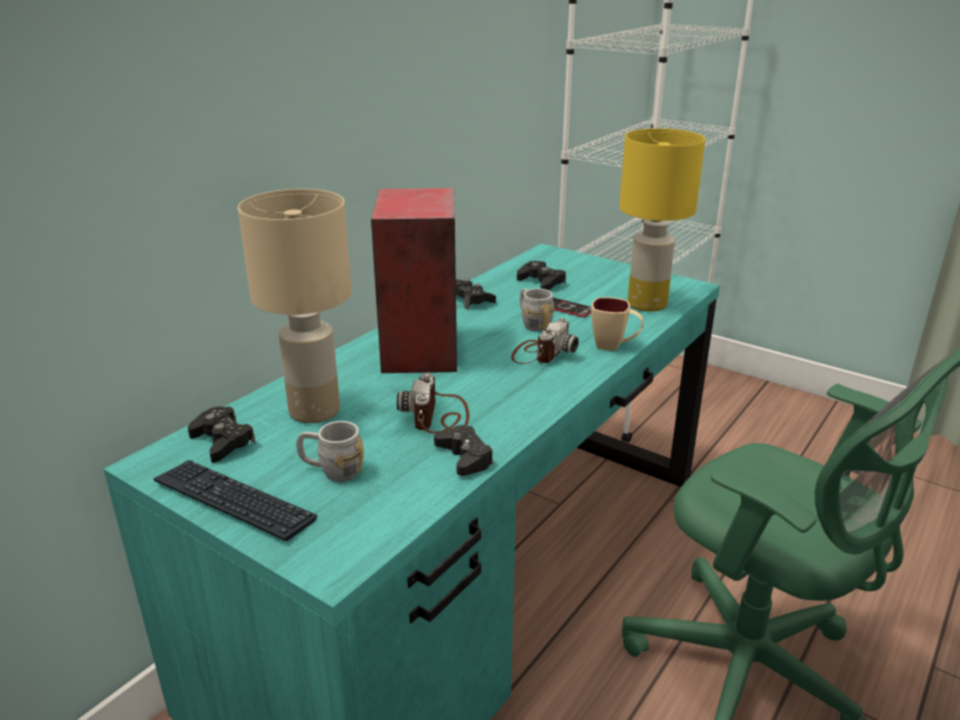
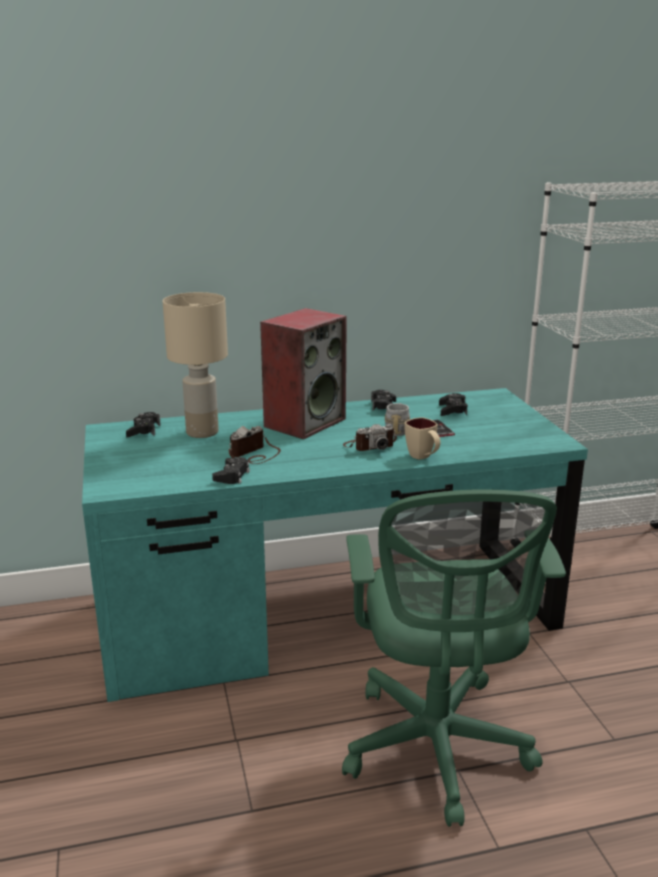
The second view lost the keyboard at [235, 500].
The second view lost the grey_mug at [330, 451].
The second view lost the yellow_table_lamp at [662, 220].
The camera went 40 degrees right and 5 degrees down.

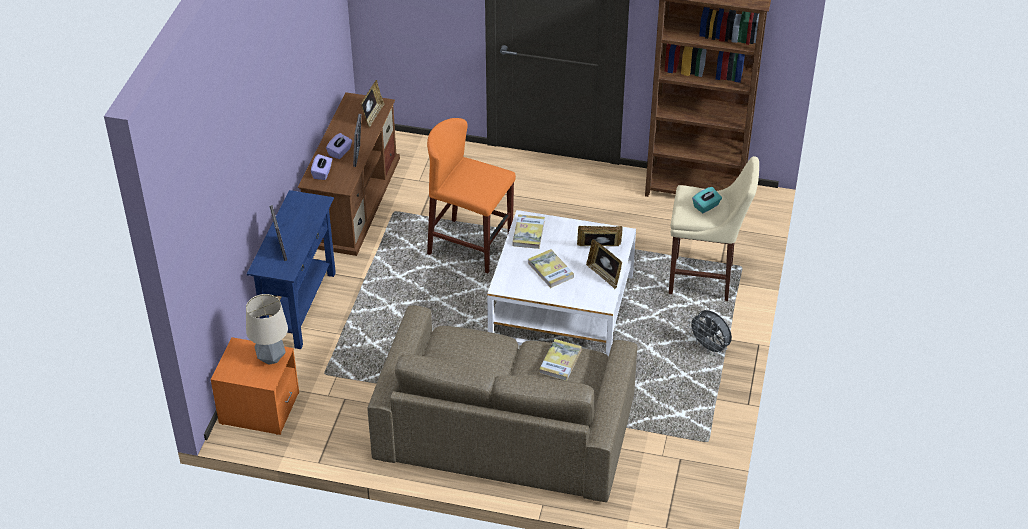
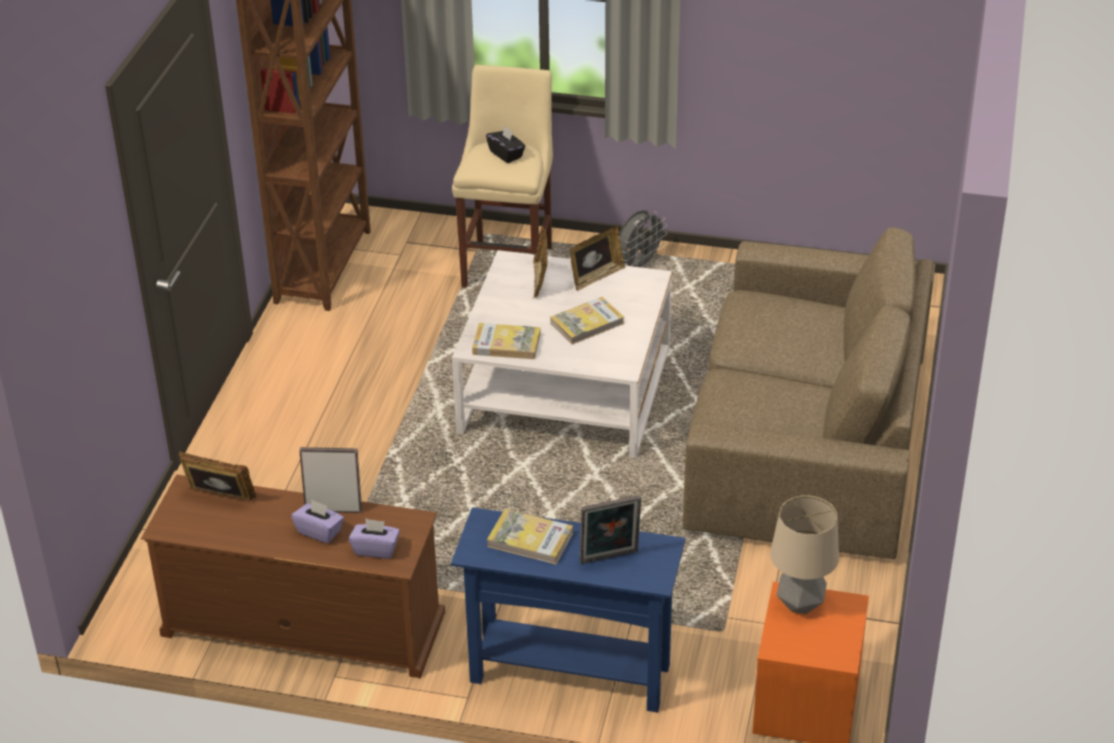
The second view lost the orange_stool at [471, 195].
The book ended up elsewhere, having gone from [560, 360] to [530, 536].
What was the turquoise_tissue_box at [707, 200] turned into the black_tissue_box at [506, 144].
The camera went 90 degrees left and 5 degrees down.

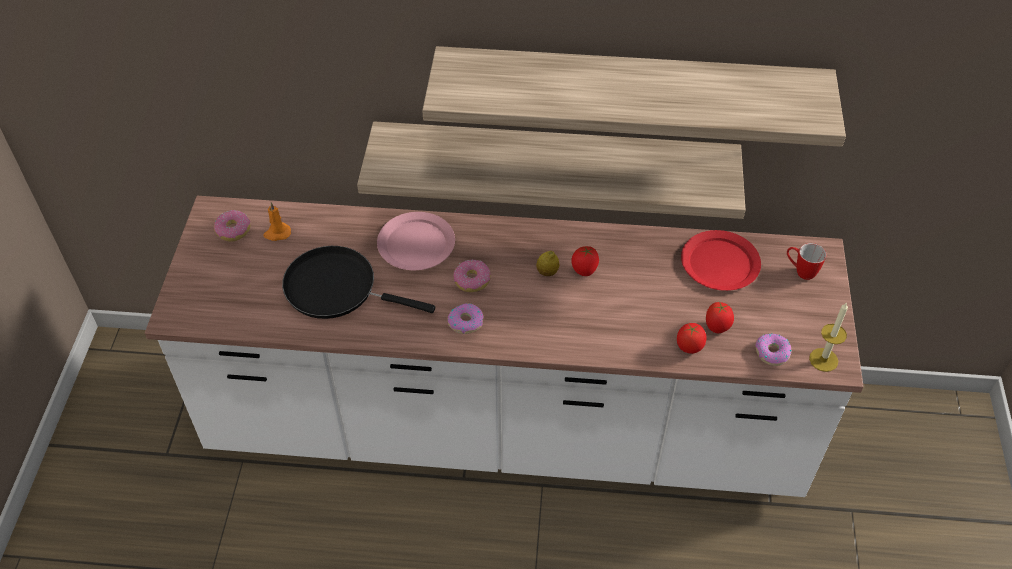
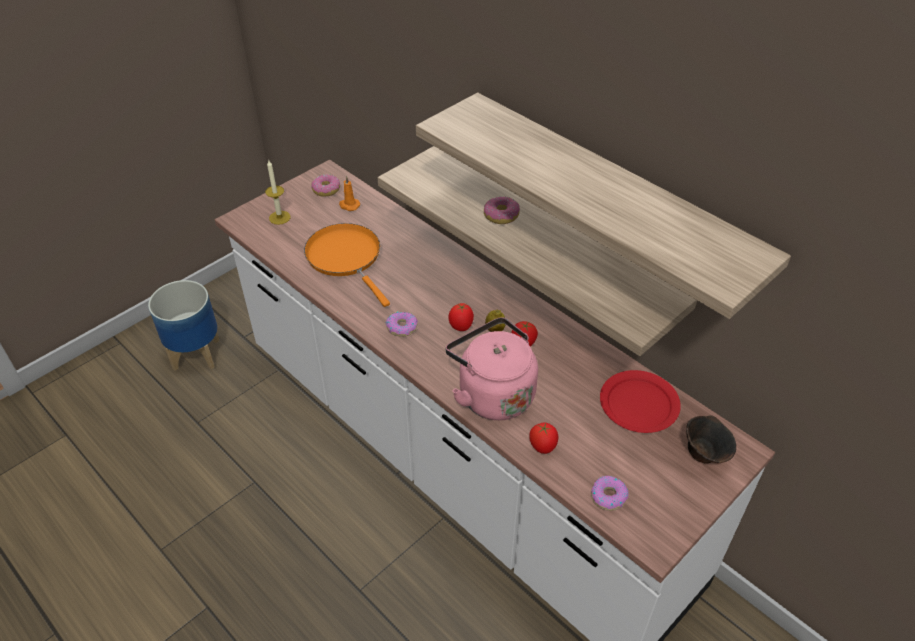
The second view lost the pink_plate at [416, 241].
The second view gained the planter at [184, 325].
The second view gained the pink_kettle at [492, 368].
The donut ended up elsewhere, having gone from [471, 276] to [502, 210].
The tomato ended up elsewhere, having gone from [720, 317] to [461, 317].
The candle ended up elsewhere, having gone from [828, 337] to [278, 192].
Where the mug stood at [807, 261], the brown_bowl came to stand at [711, 439].
What was the black_frying_pan at [358, 282] turned into the orange_frying_pan at [347, 265].
The camera went 40 degrees right and 5 degrees down.

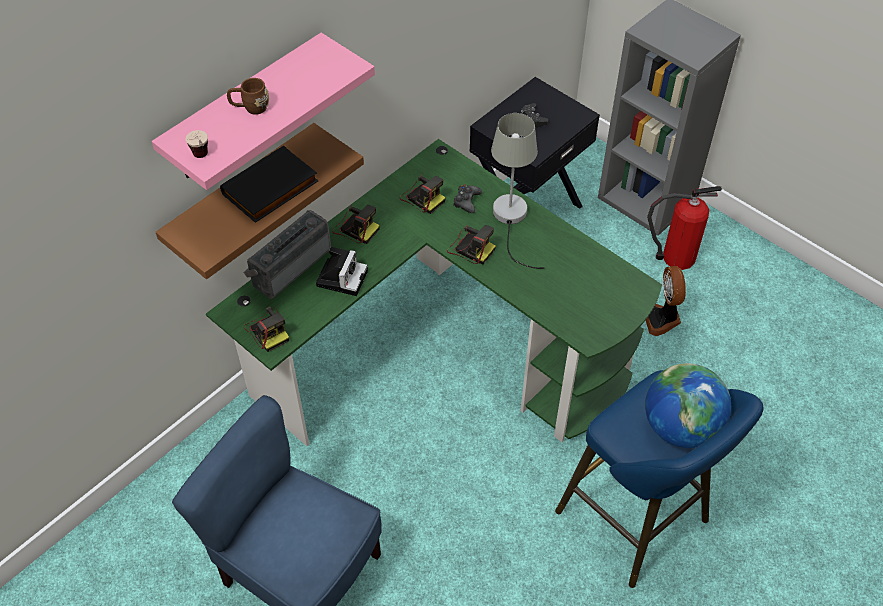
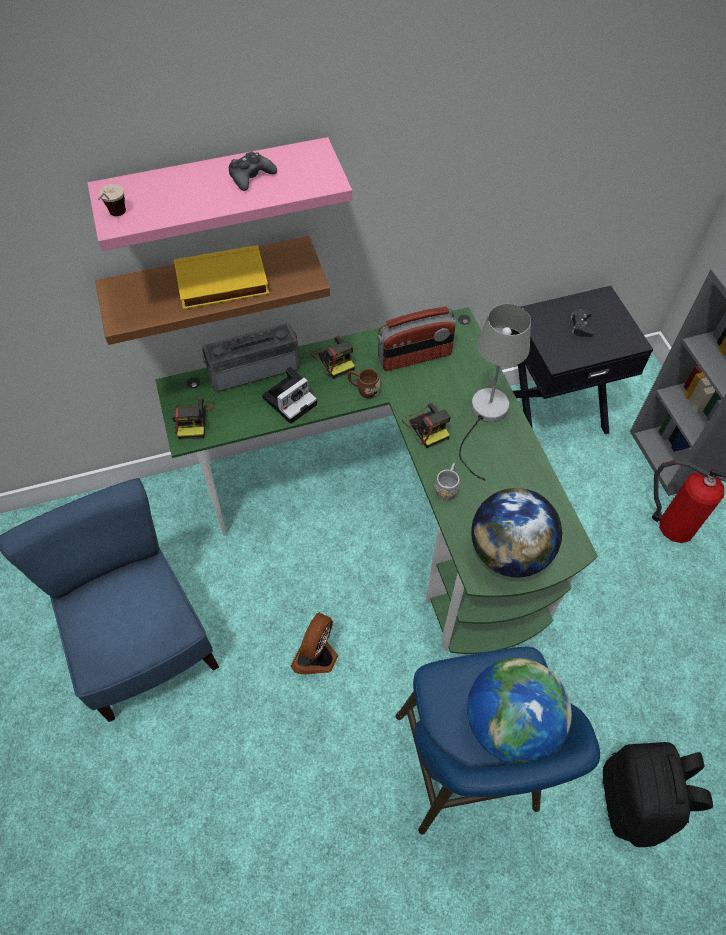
The second view gained the grey_mug at [447, 482].
The second view gained the globe at [516, 532].
The second view gained the black_backpack at [658, 794].
The brown_mug ended up elsewhere, having gone from [248, 96] to [364, 383].
The black_game_controller ended up elsewhere, having gone from [467, 198] to [253, 171].
The fan ended up elsewhere, having gone from [666, 301] to [314, 644].
Where the photo_camera stood at [422, 194], the radio came to stand at [416, 339].
What was the black_book at [269, 184] turned into the yellow_book at [221, 277].
The camera went 30 degrees right and 5 degrees up.

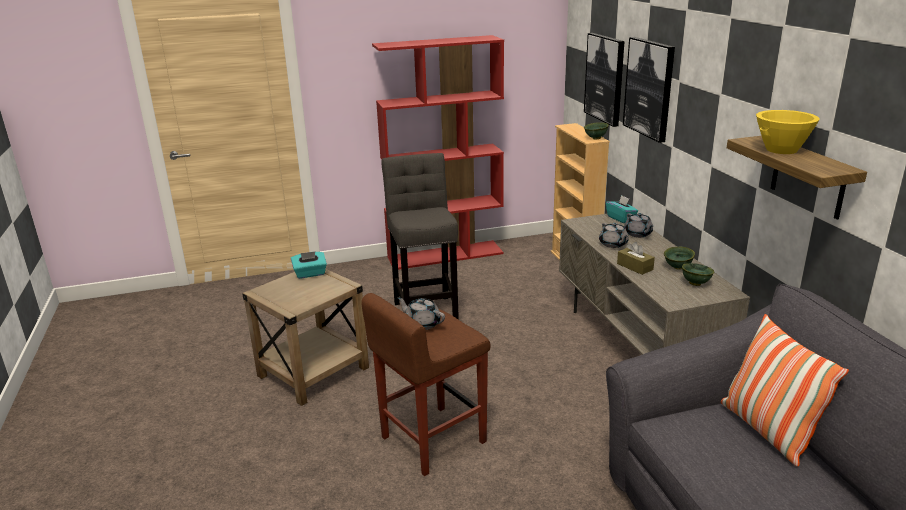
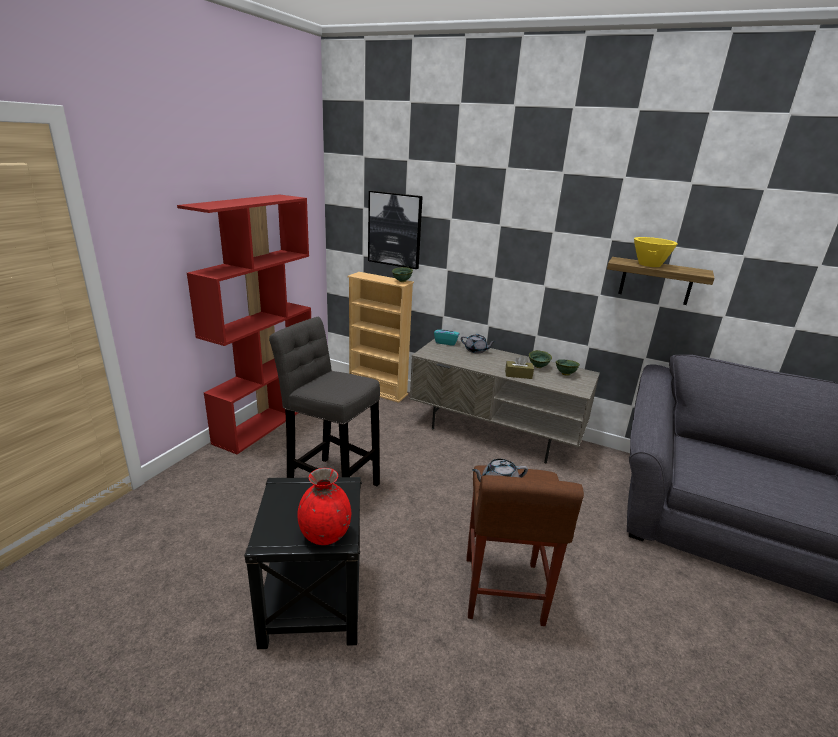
The second view lost the turquoise_tissue_box at [309, 265].
The second view lost the grey_teapot at [614, 235].
The second view lost the picture at [649, 90].
The second view lost the pillow at [785, 390].
The second view gained the red_vase at [324, 506].
What was the beige_side_table at [305, 337] turned into the black_side_table at [303, 563].
The camera went 50 degrees left and 0 degrees up.

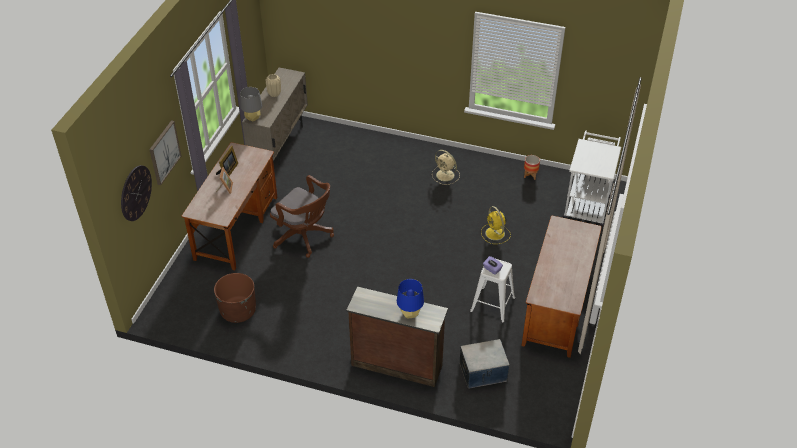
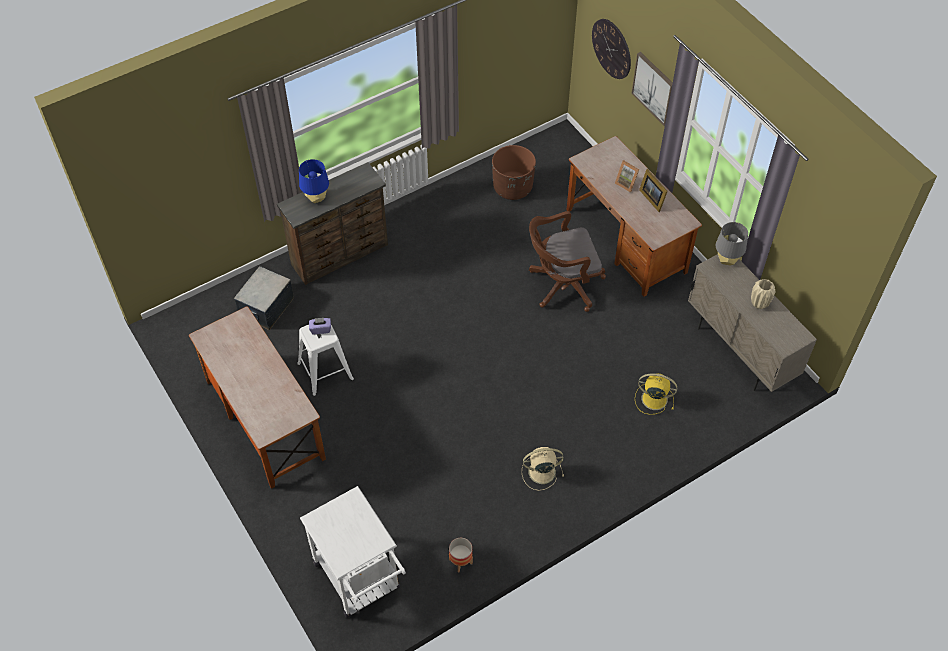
The yellow_fan ended up elsewhere, having gone from [496, 225] to [656, 394].
The camera went 130 degrees right and 10 degrees up.

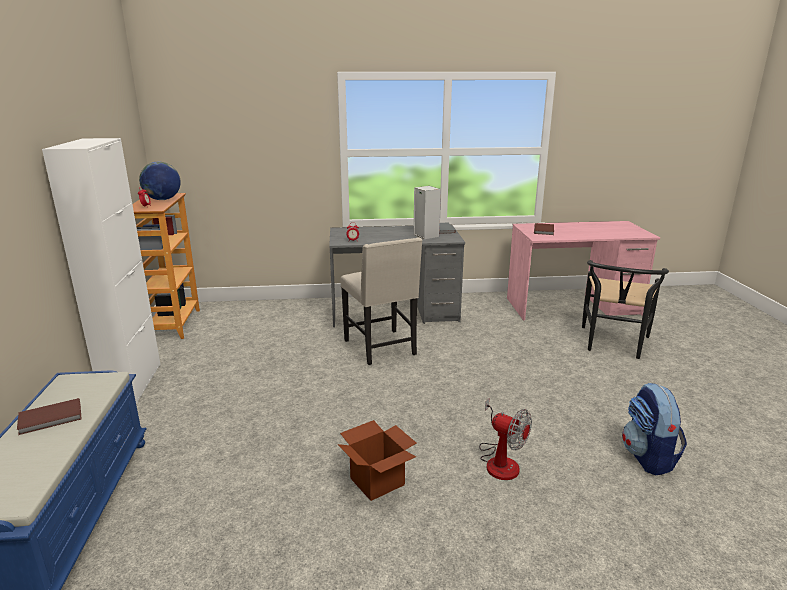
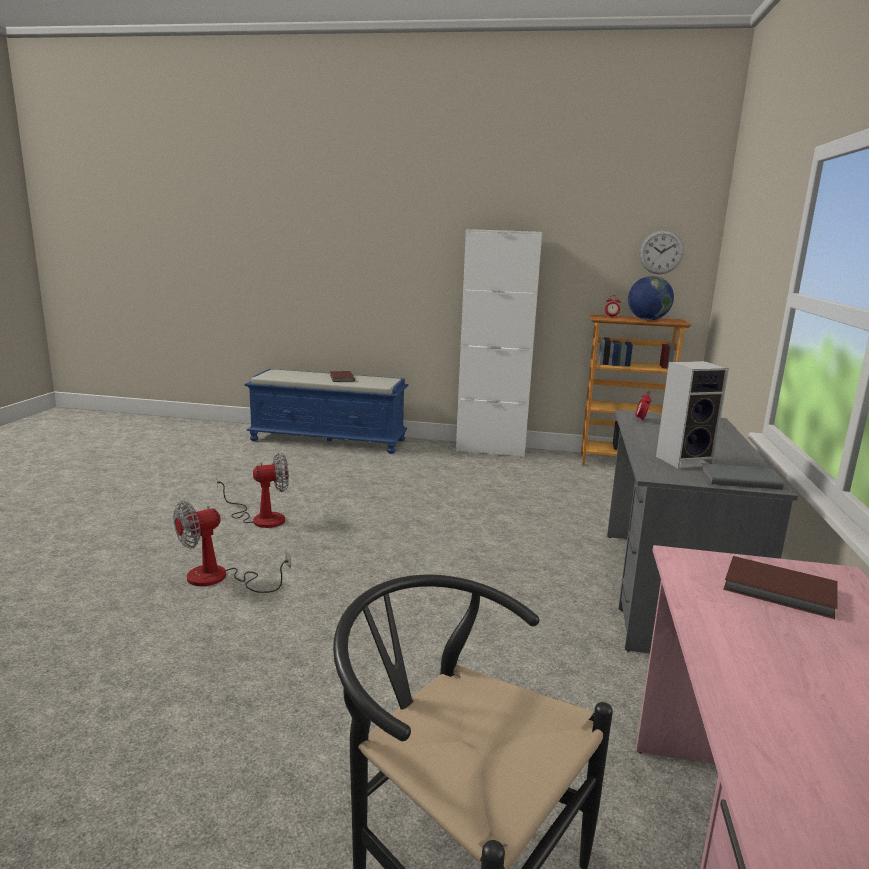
The second view lost the beige_chair at [381, 301].
The second view lost the backpack at [654, 429].
The second view gained the wall_clock at [661, 252].
Where the cardboard_box stood at [377, 460], the fan came to stand at [253, 490].
The camera went 105 degrees right and 5 degrees down.

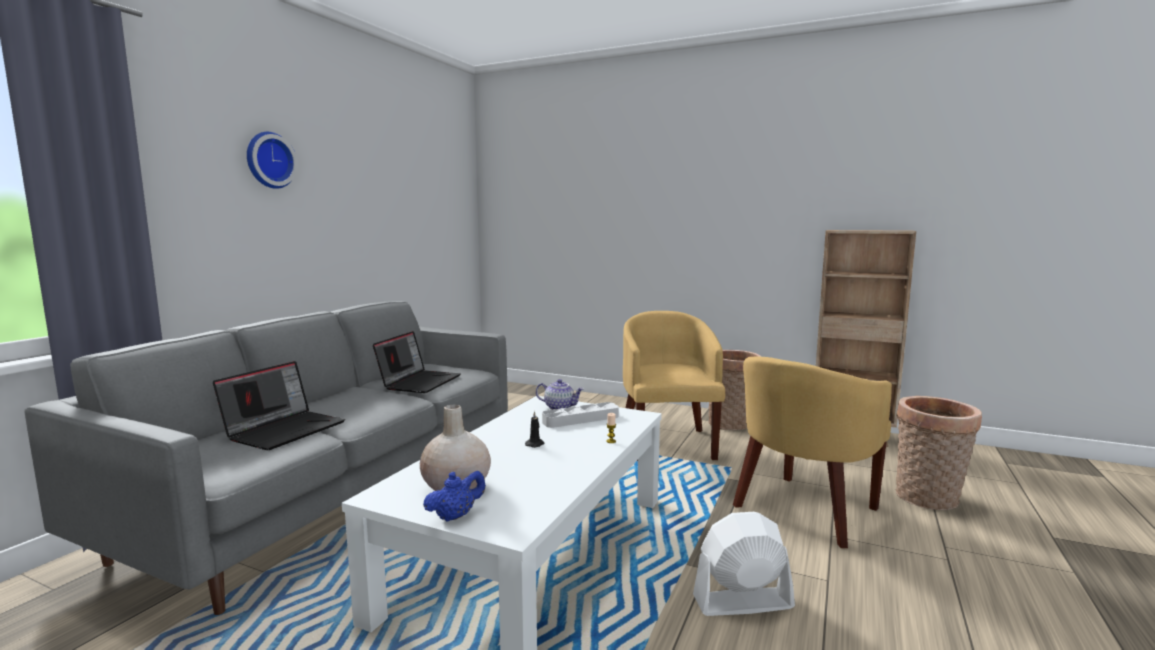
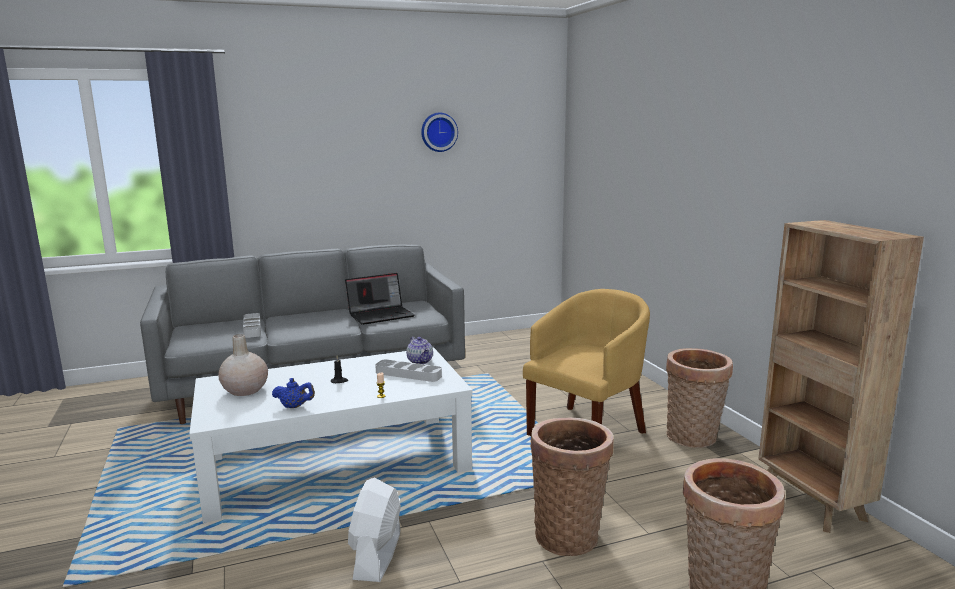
The wall_clock ended up elsewhere, having gone from [272, 160] to [439, 132].
The blue_teapot ended up elsewhere, having gone from [454, 496] to [293, 393].
Where the laptop stood at [279, 405], the grey_tray came to stand at [252, 325].
Where the yellow_armchair stood at [812, 452], the basket came to stand at [571, 487].
The white_fan at [744, 564] ended up facing another way, 120 degrees counterclockwise from before.
The camera went 45 degrees right and 5 degrees up.

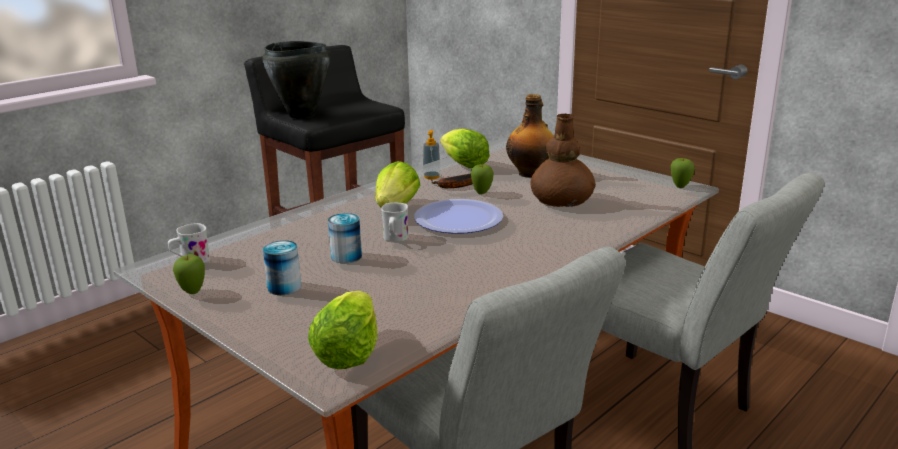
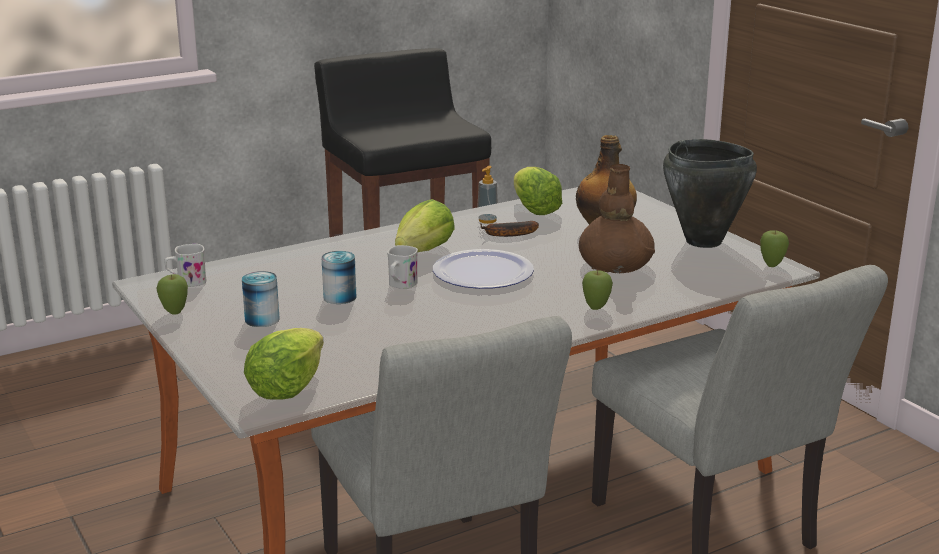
The black_cooking_pot ended up elsewhere, having gone from [296, 80] to [710, 193].
The apple ended up elsewhere, having gone from [482, 179] to [597, 290].
The camera went 15 degrees right and 0 degrees up.

